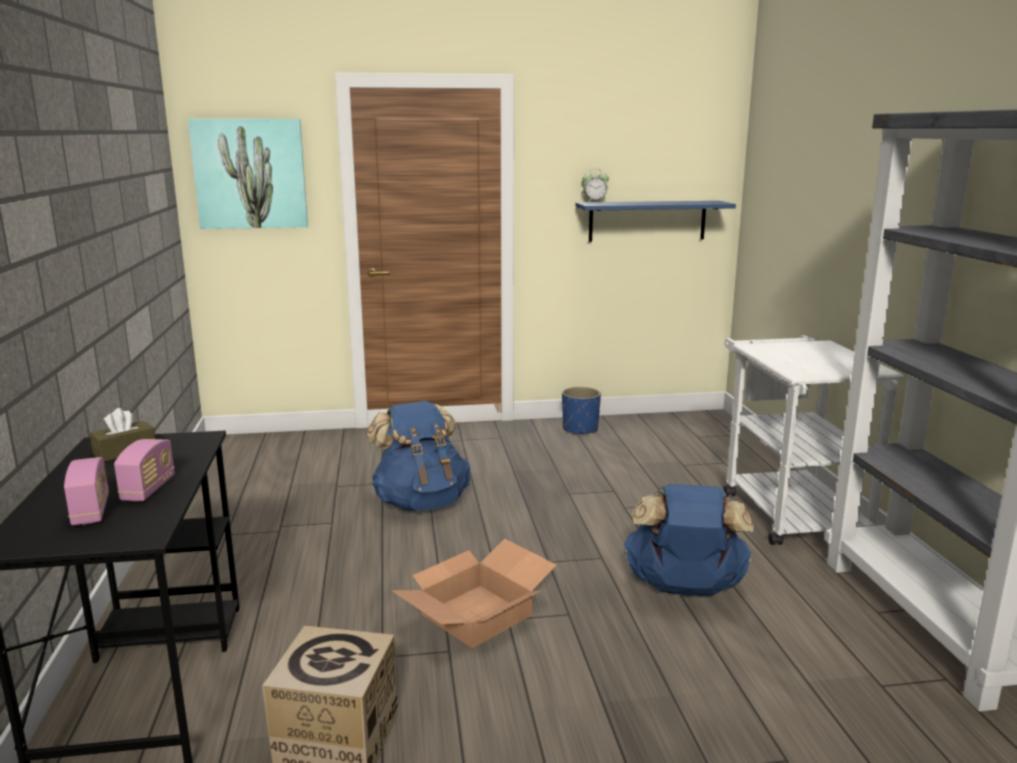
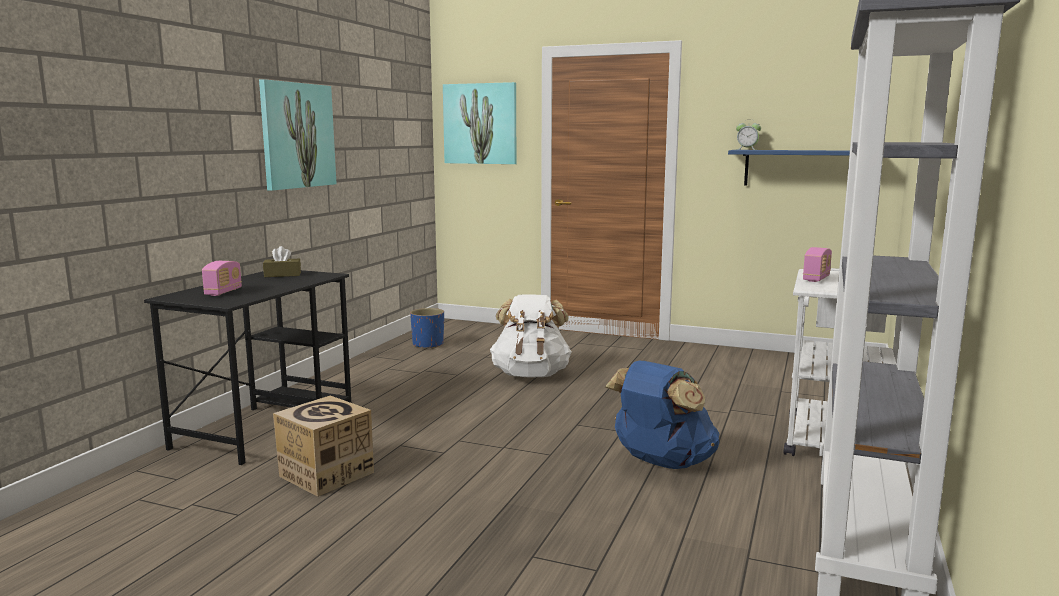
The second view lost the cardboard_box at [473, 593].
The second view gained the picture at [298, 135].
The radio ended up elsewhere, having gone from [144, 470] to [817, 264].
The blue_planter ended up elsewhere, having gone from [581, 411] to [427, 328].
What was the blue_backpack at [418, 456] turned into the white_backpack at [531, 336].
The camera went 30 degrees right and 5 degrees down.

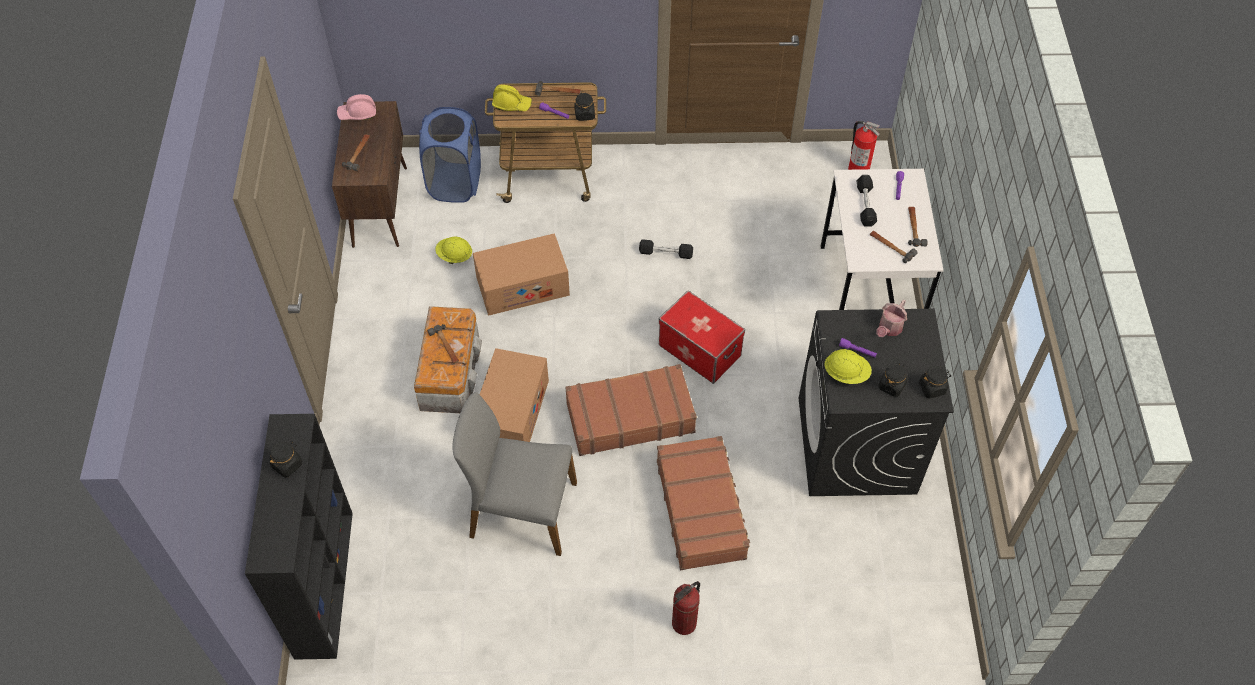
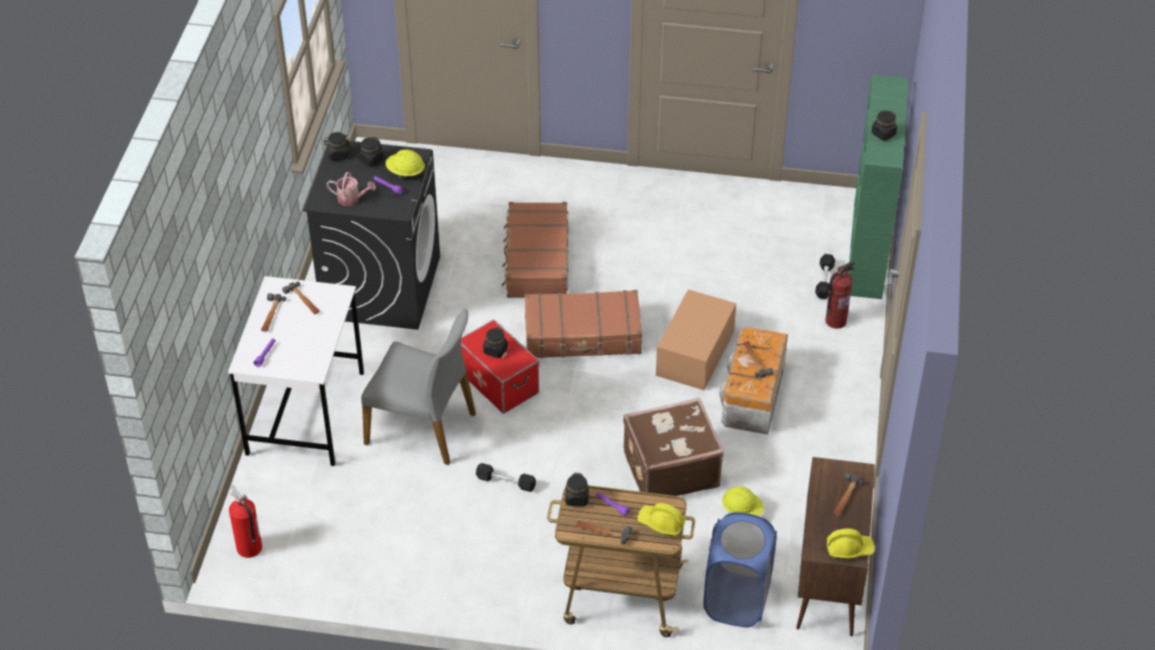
The second view gained the black_jar at [495, 342].
The grey_chair ended up elsewhere, having gone from [514, 474] to [418, 386].
The fire_extinguisher ended up elsewhere, having gone from [686, 608] to [840, 294].
The black_dumbbell ended up elsewhere, having gone from [867, 201] to [825, 276].
Where the cardboard_box stood at [521, 274], the brown_suitcase came to stand at [673, 447].
What was the black_bookcase at [299, 537] turned into the green_bookcase at [878, 186].
What was the pink_hard_hat at [356, 107] turned into the yellow_hard_hat at [851, 544].
The watering_can at [891, 318] ended up facing another way, 60 degrees clockwise from before.
The camera went 170 degrees left and 10 degrees down.

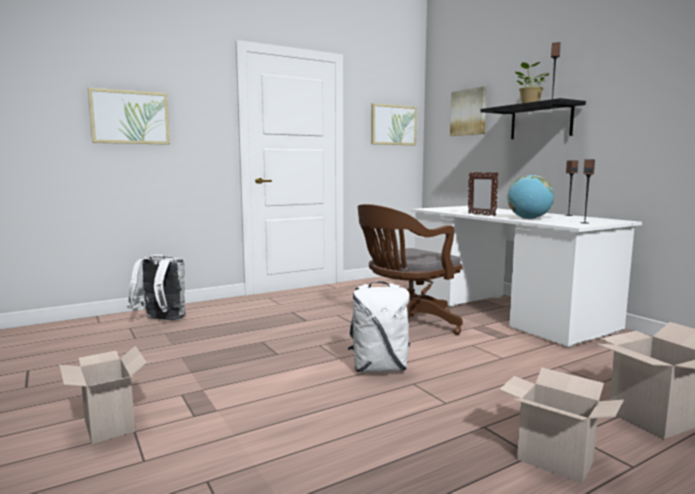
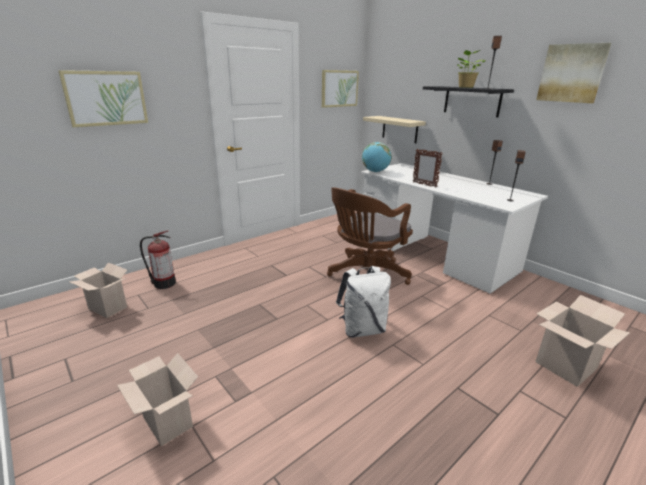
The second view gained the beige_shelf at [394, 129].
The picture ended up elsewhere, having gone from [468, 111] to [573, 73].
The cardboard_box ended up elsewhere, having gone from [561, 426] to [98, 290].
The globe ended up elsewhere, having gone from [530, 197] to [376, 157].
Where the white_backpack stood at [156, 287], the fire_extinguisher came to stand at [158, 259].
The camera went 10 degrees left and 15 degrees up.

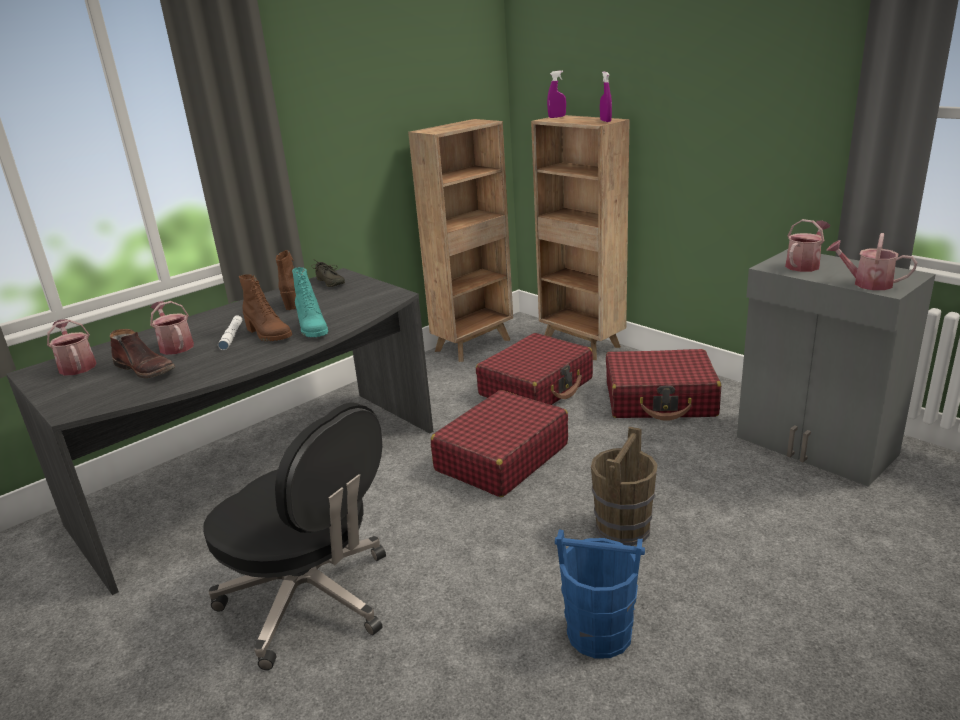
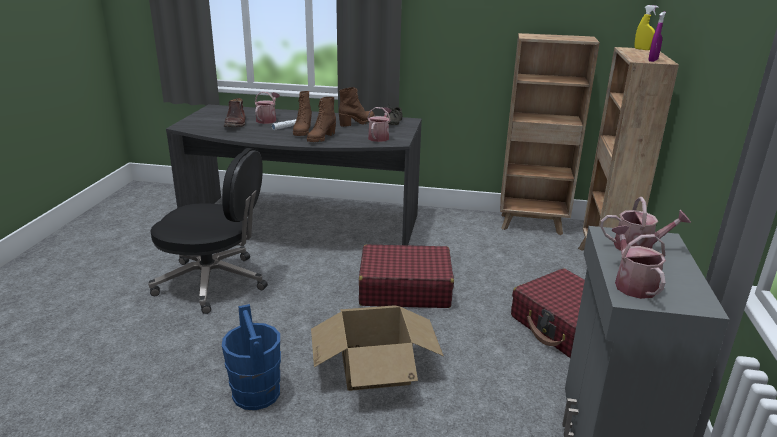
The second view lost the red_suitcase at [534, 369].
The watering_can ended up elsewhere, having gone from [71, 347] to [379, 124].
Where the brown_bucket stood at [624, 486], the cardboard_box came to stand at [377, 348].
What was the turquoise_boot at [310, 302] turned into the brown_boot at [321, 119].
What was the purple_spray_bottle at [556, 94] turned into the yellow_spray_bottle at [646, 27].
The black_office_chair at [294, 536] ended up facing another way, 75 degrees counterclockwise from before.
The camera went 50 degrees right and 0 degrees up.

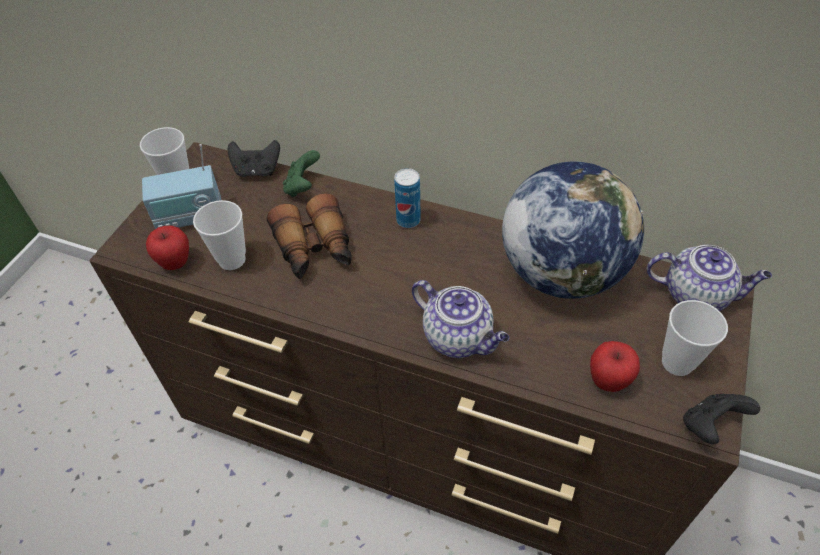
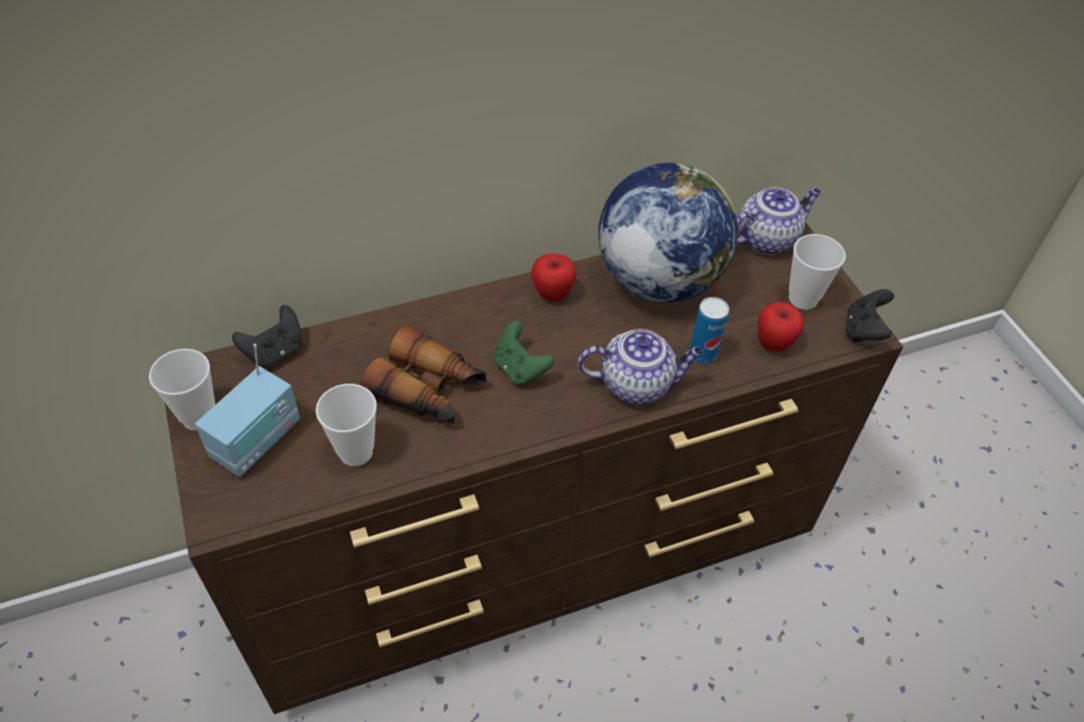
The apple ended up elsewhere, having gone from [167, 248] to [553, 277].
The green_game_controller ended up elsewhere, having gone from [301, 173] to [524, 353].
The can ended up elsewhere, having gone from [407, 198] to [709, 330].
The camera went 45 degrees left and 0 degrees up.

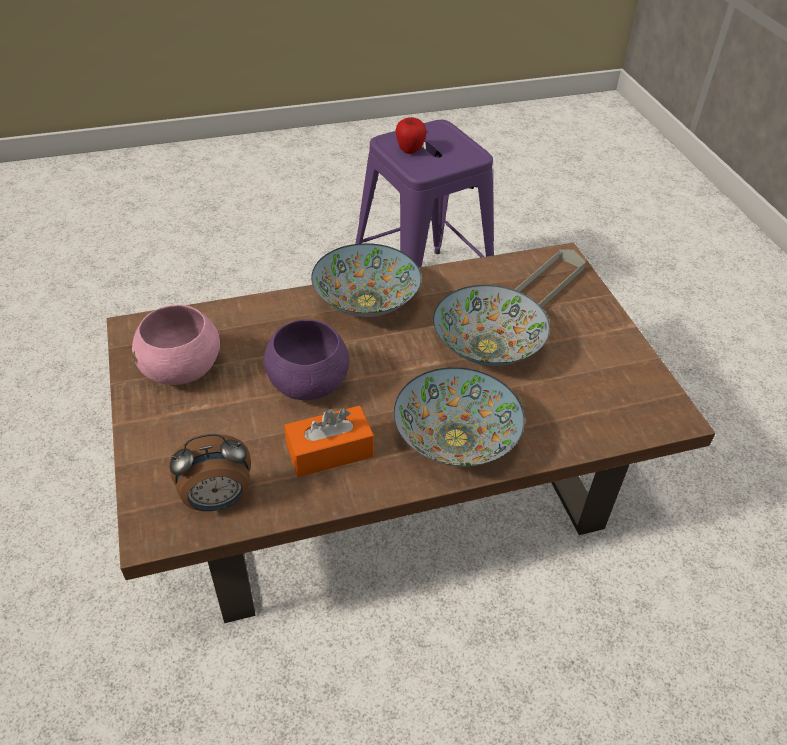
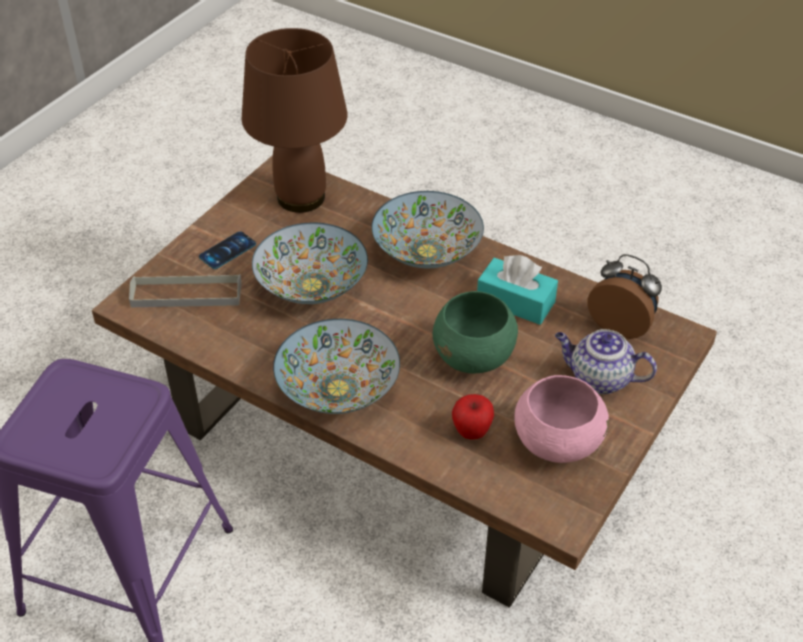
The second view gained the phone at [227, 250].
The second view gained the brown_table_lamp at [294, 120].
The second view gained the teapot at [606, 361].
The apple ended up elsewhere, having gone from [411, 135] to [473, 417].
What was the purple_bowl at [306, 359] turned into the green_bowl at [475, 332].
What was the orange_tissue_box at [329, 441] turned into the turquoise_tissue_box at [517, 290].
The camera went 130 degrees left and 0 degrees up.

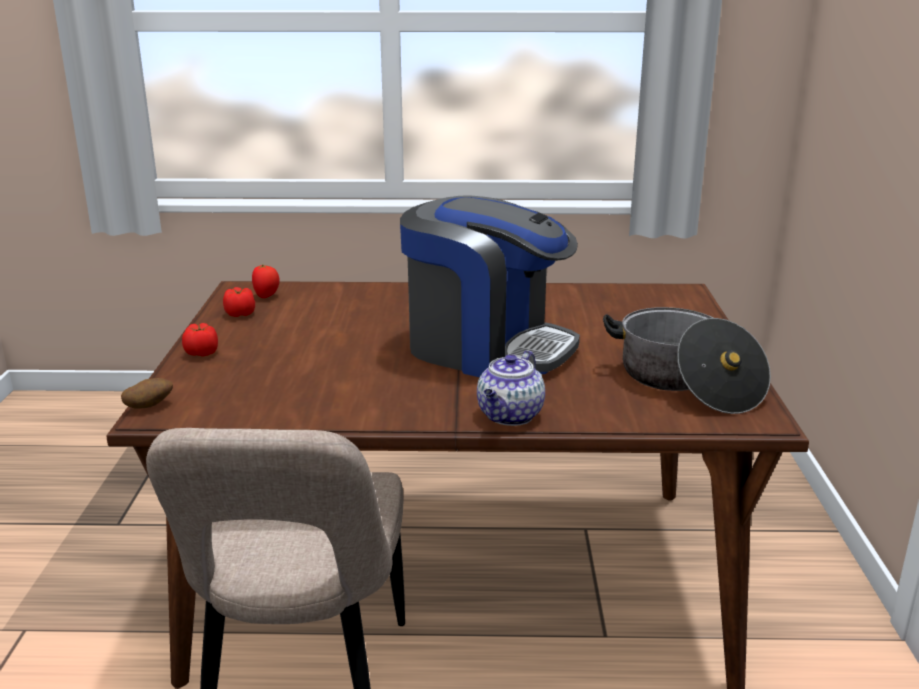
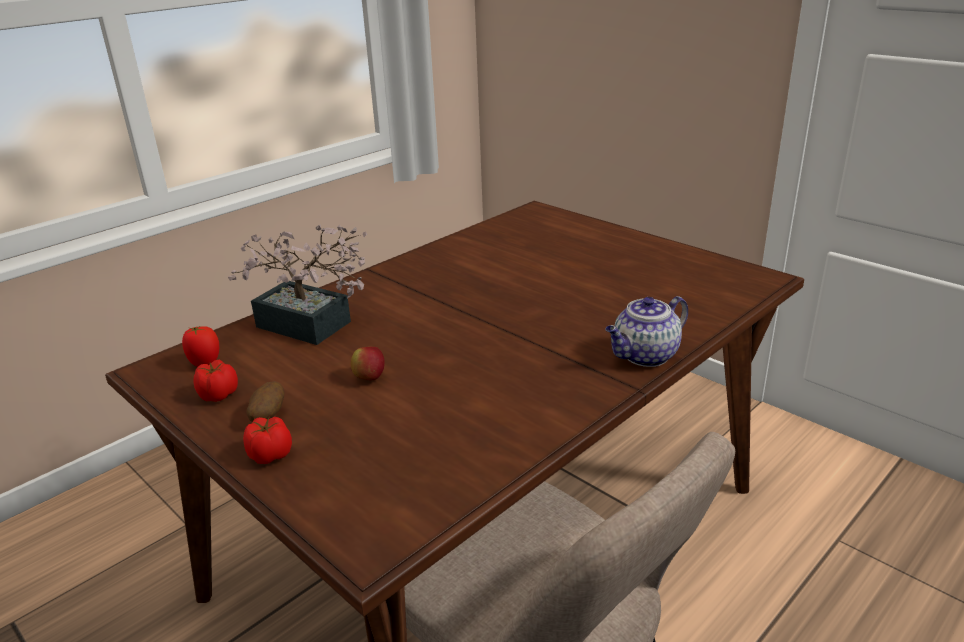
The second view lost the coffee_machine at [490, 286].
The second view lost the cooking_pot at [687, 360].
The second view gained the potted_plant at [297, 284].
The second view gained the apple at [368, 363].
The potato ended up elsewhere, having gone from [147, 393] to [265, 401].
The teapot at [511, 388] ended up facing another way, 75 degrees clockwise from before.
The camera went 45 degrees left and 5 degrees up.

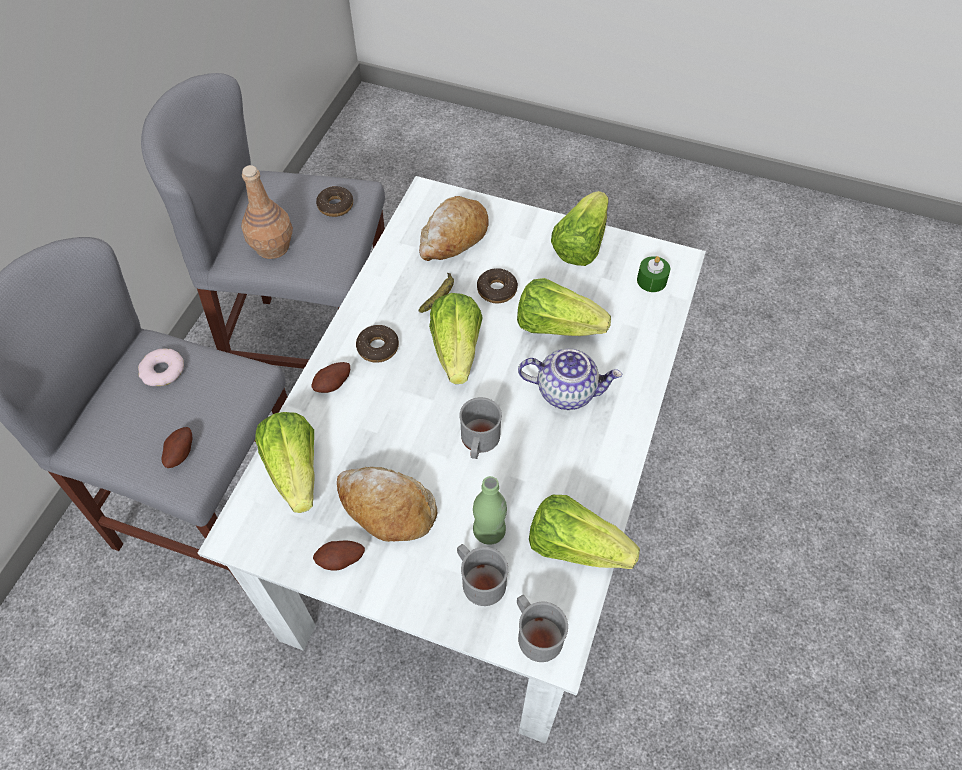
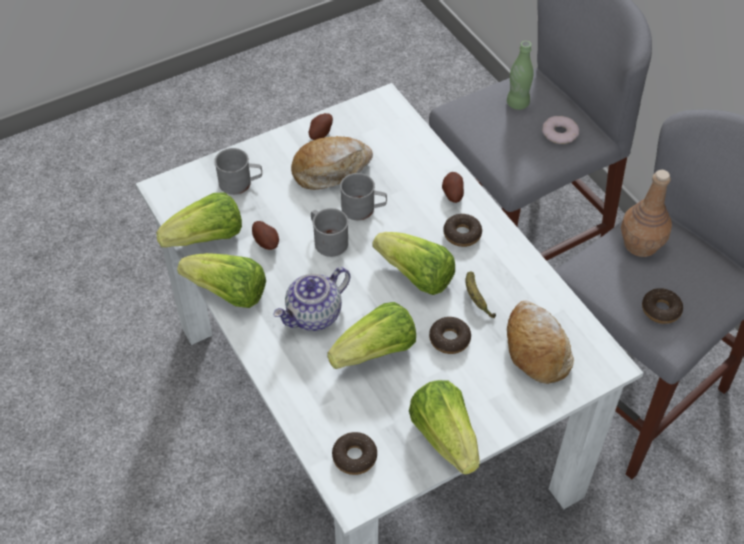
The potato ended up elsewhere, having gone from [176, 447] to [265, 235].
The lettuce ended up elsewhere, having gone from [285, 462] to [221, 280].
The green_bottle ended up elsewhere, having gone from [490, 510] to [520, 75].
The grey_mug ended up elsewhere, having gone from [542, 628] to [363, 196].
Where the green_candle stood at [653, 274], the donut came to stand at [354, 453].
The camera went 130 degrees right and 5 degrees down.

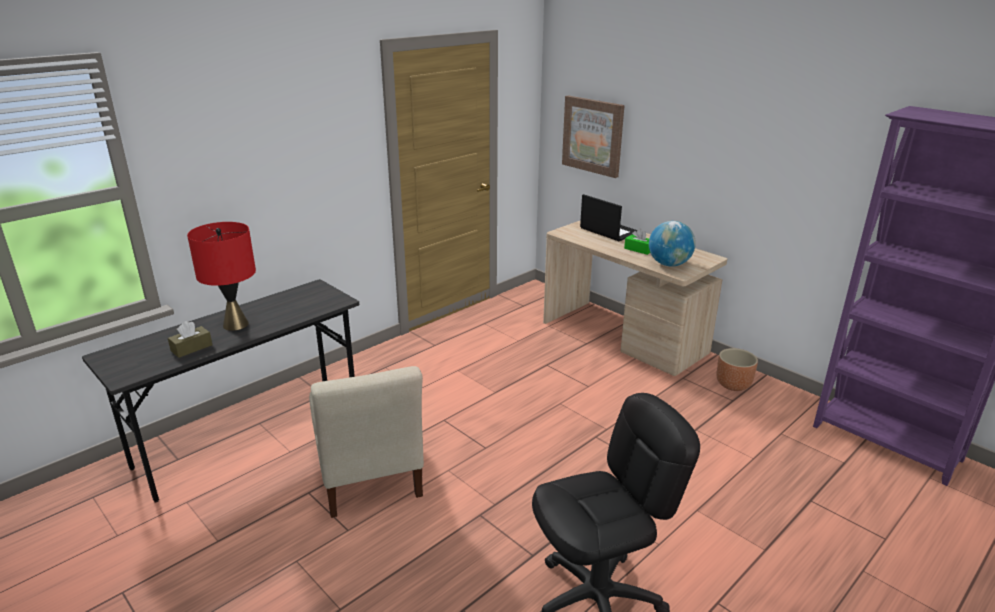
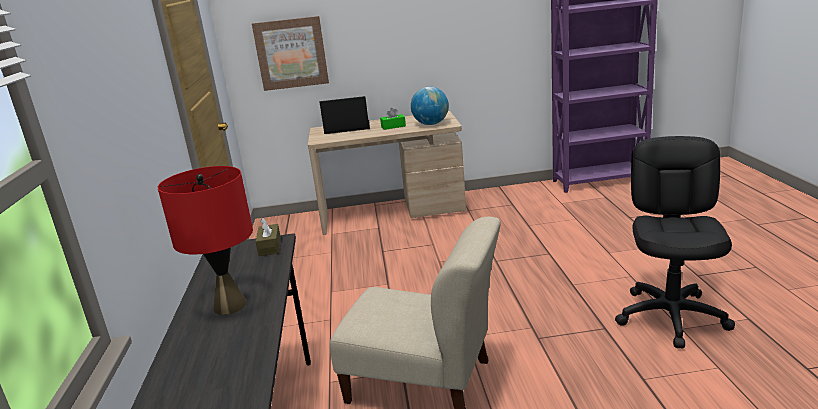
The second view lost the brown_planter at [737, 369].
The brown_tissue_box ended up elsewhere, having gone from [190, 339] to [268, 237].
The camera went 50 degrees left and 5 degrees down.

